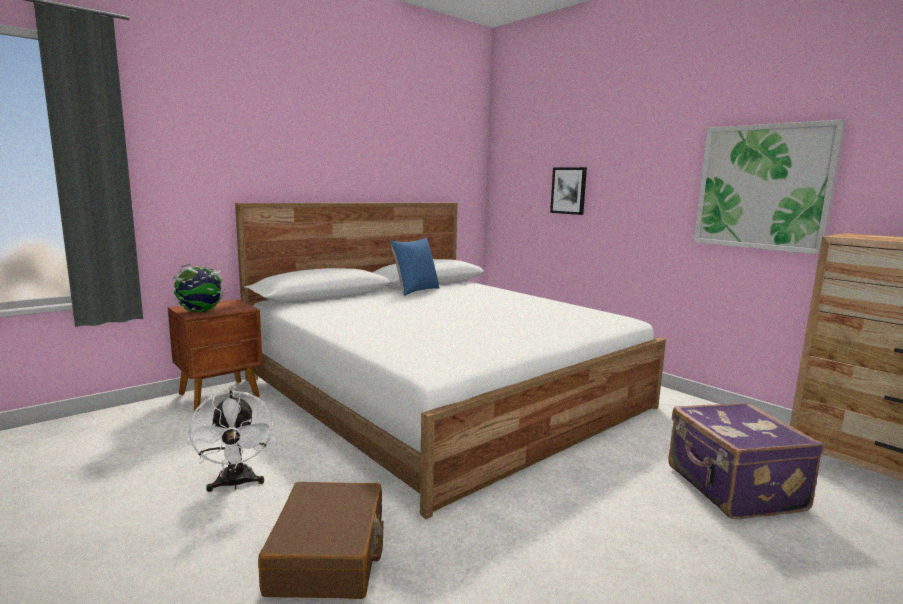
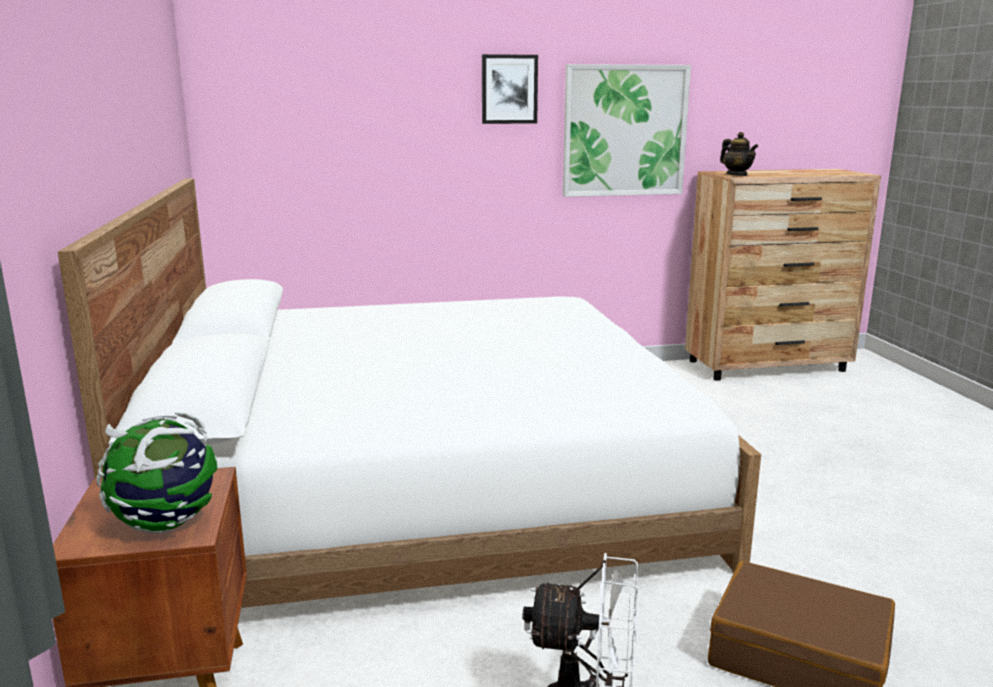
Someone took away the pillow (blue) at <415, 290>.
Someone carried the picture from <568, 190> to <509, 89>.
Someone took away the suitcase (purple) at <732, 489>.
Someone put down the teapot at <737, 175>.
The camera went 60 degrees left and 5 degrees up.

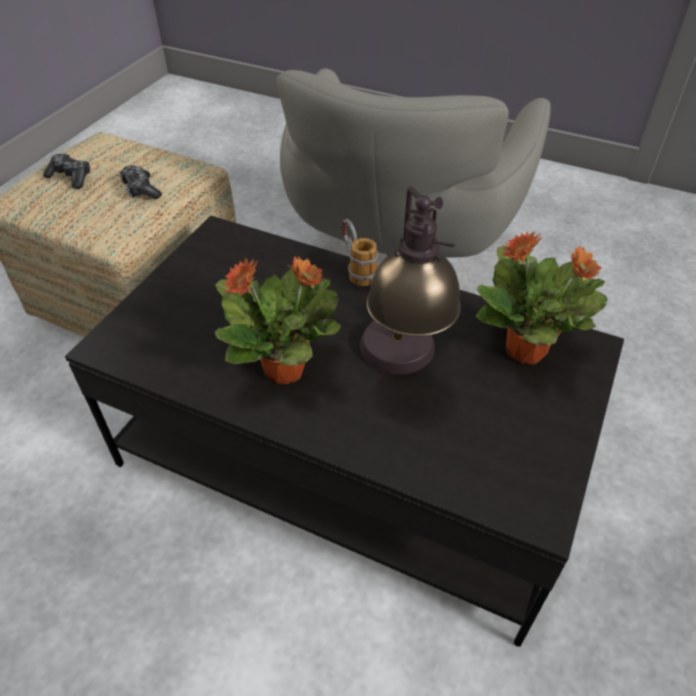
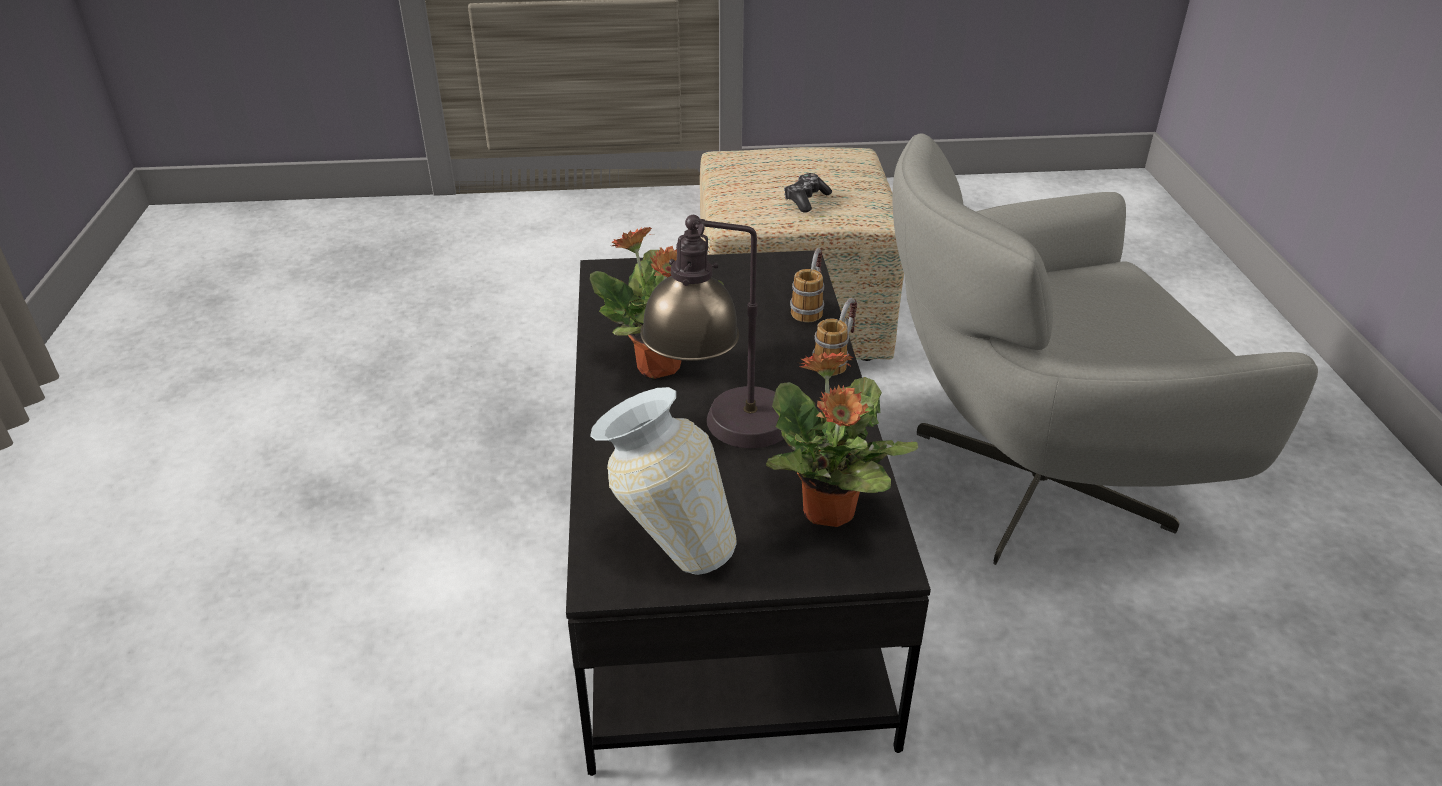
Someone took away the game controller at <71, 177>.
Someone put down the vase at <667, 547>.
Someone put down the mug at <810, 306>.
The camera went 60 degrees right and 10 degrees down.

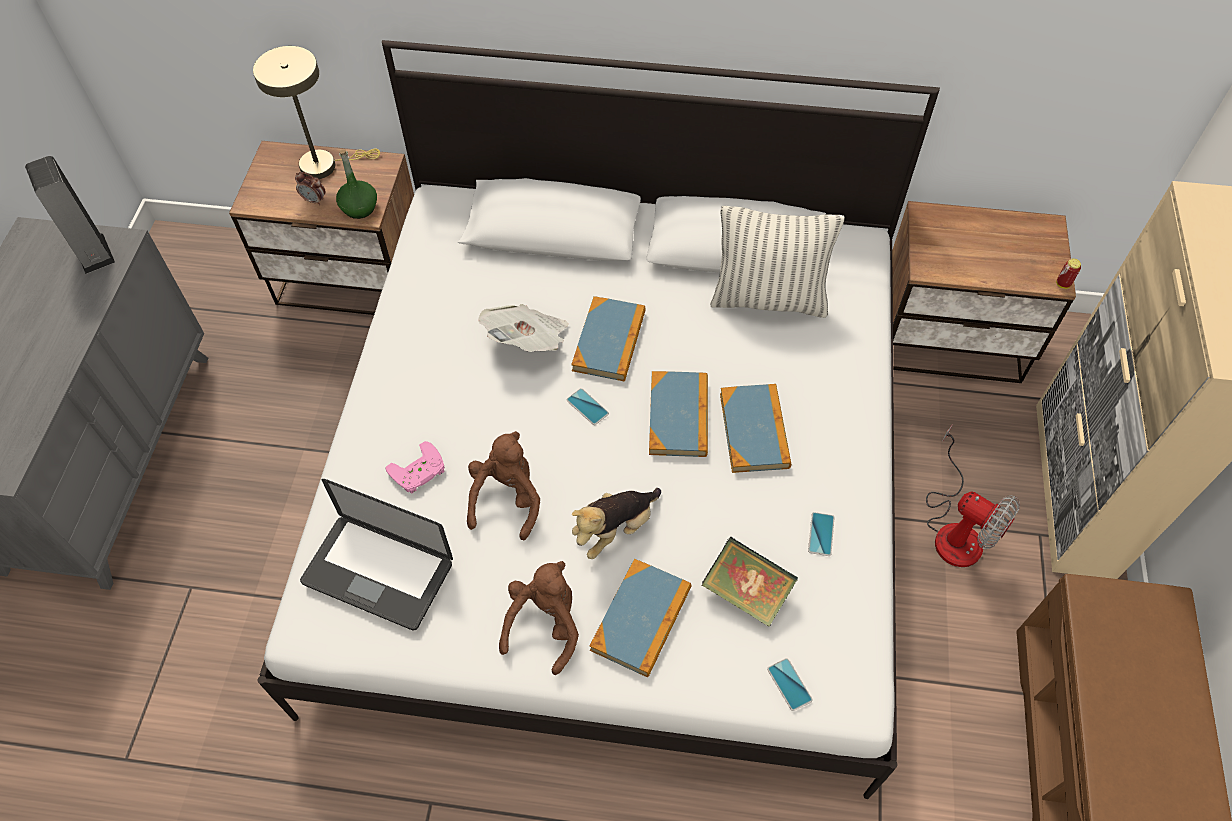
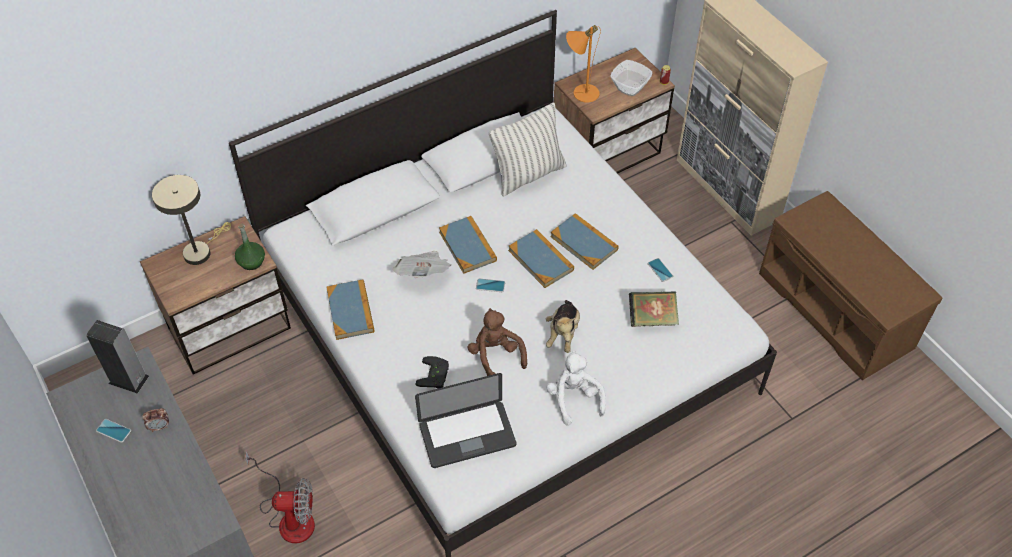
Someone carried the alarm clock from <314, 200> to <160, 427>.
Someone repainted the game controller (pink) at <419, 473>, which became the game controller (black) at <435, 375>.
Someone repainted the plush toy (brown) at <545, 624>, which became the plush toy (white) at <574, 398>.
Someone carried the book from <641, 619> to <350, 311>.
Someone carried the phone from <789, 684> to <113, 431>.
Someone carried the fan from <955, 529> to <289, 517>.
Someone put down the table lamp (orange) at <581, 91>.
Someone put down the bowl at <629, 88>.
The camera went 40 degrees left and 5 degrees down.

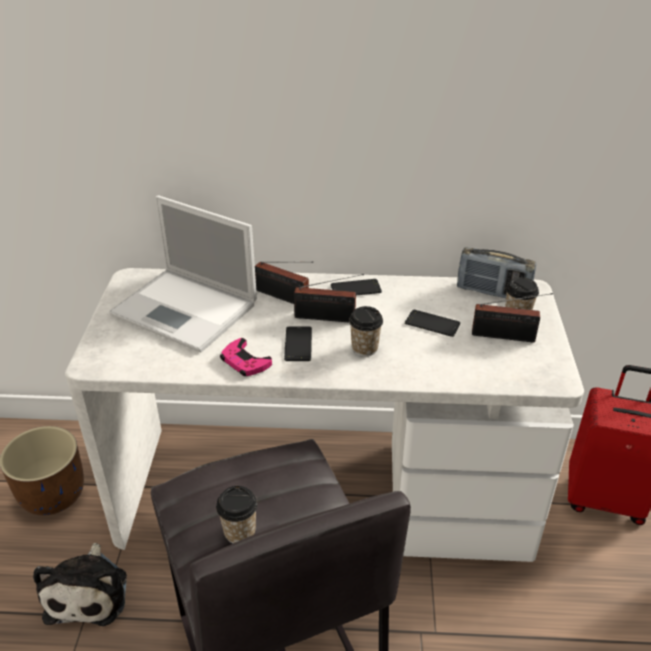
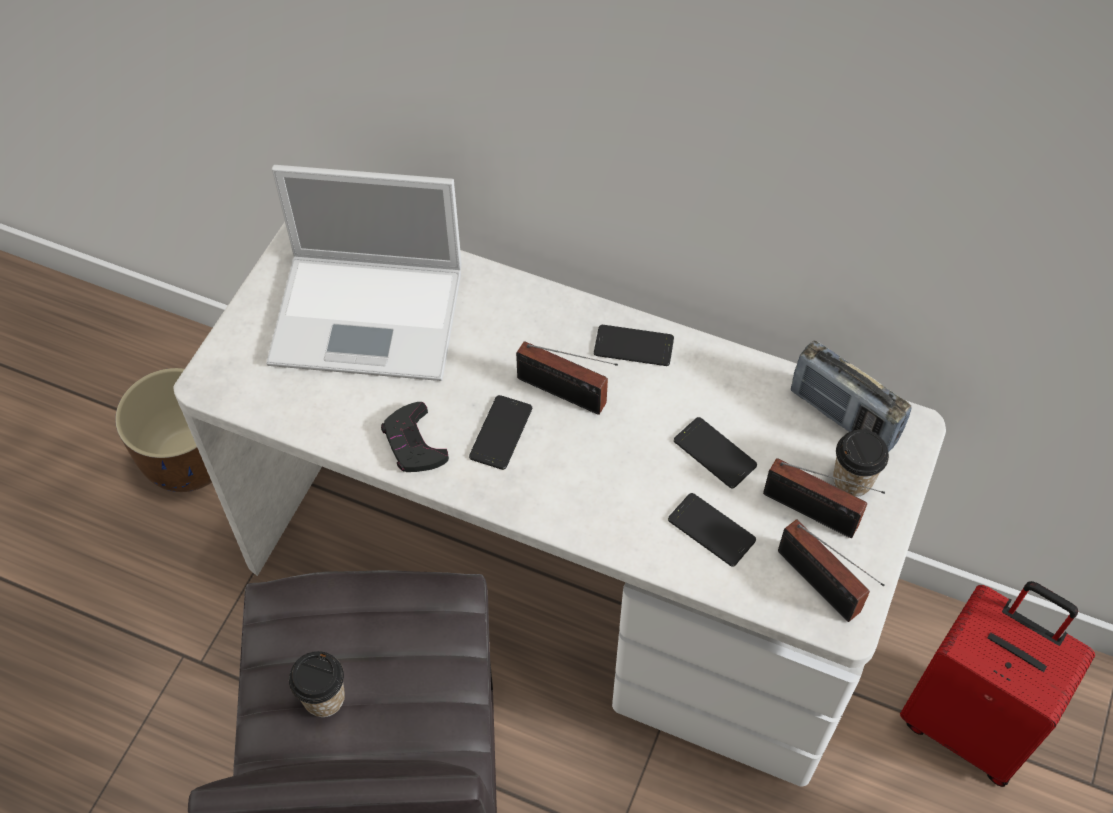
Someone took away the plush toy at <89, 592>.
Someone rotated the laptop at <187, 310> by 45 degrees counterclockwise.
Someone repainted the game controller (pink) at <245, 362>, which became the game controller (black) at <414, 443>.
Someone carried the radio from <284, 298> to <821, 586>.
Someone took away the cup at <364, 348>.
Someone put down the phone at <711, 530>.
The camera went 20 degrees right and 20 degrees up.

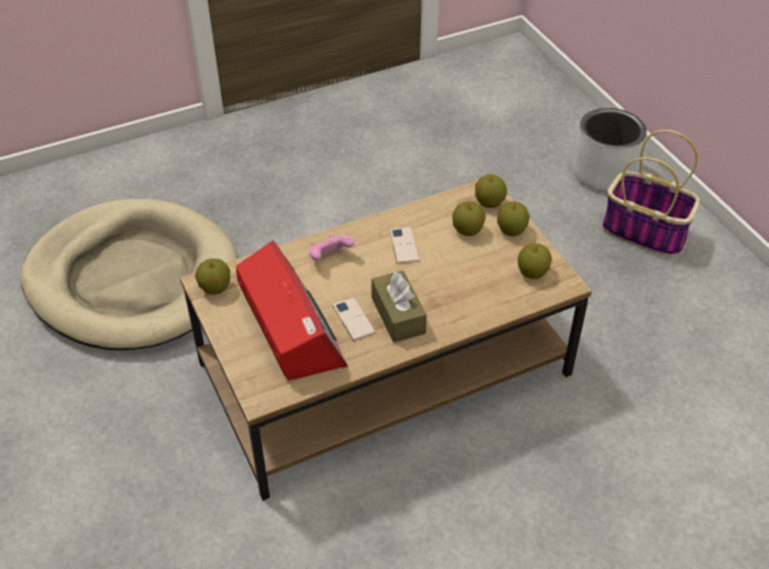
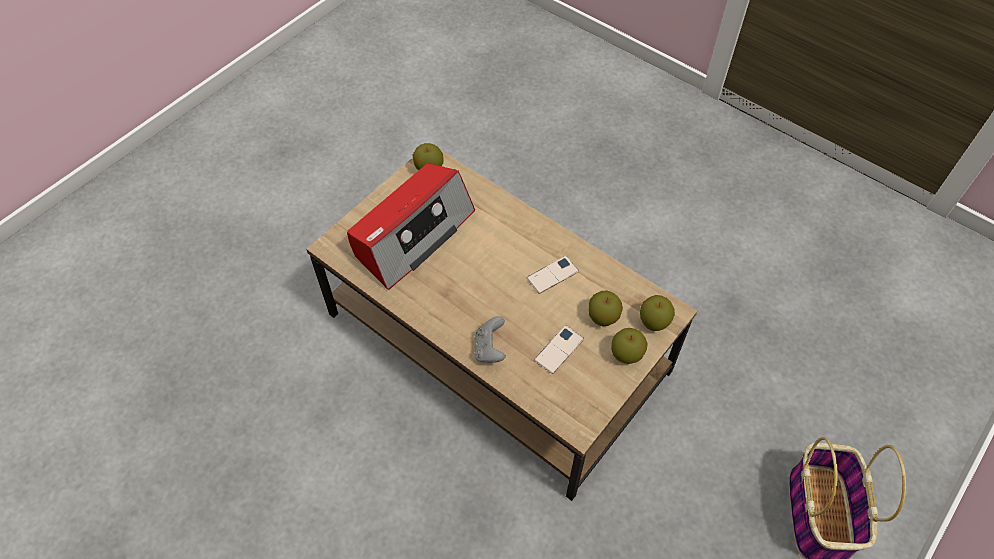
Someone took away the dog bed (beige) at <133, 279>.
Someone took away the game controller (pink) at <329, 258>.
Someone carried the phone from <353, 319> to <559, 349>.
Someone took away the tissue box (brown) at <398, 315>.
Someone took away the apple at <532, 272>.
Someone took away the planter (grey) at <603, 172>.
Someone put down the game controller (grey) at <489, 349>.
The camera went 65 degrees right and 10 degrees up.

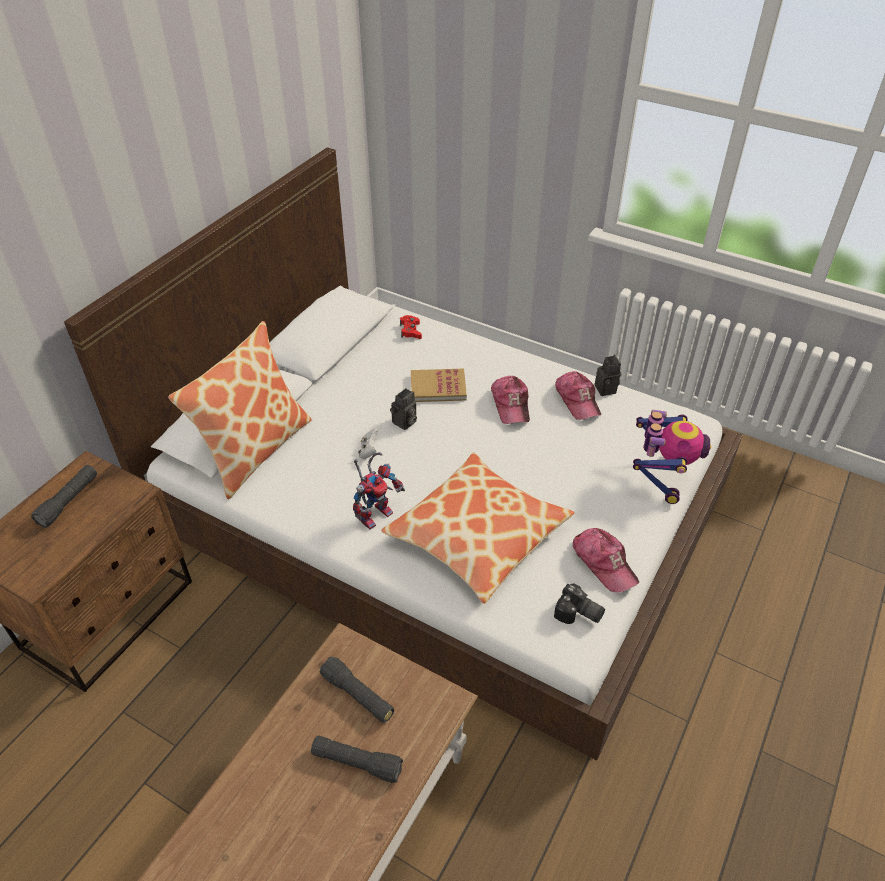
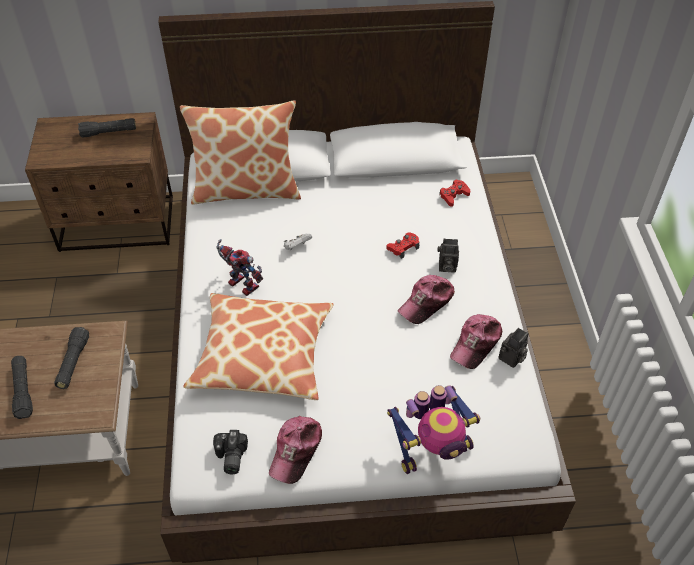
Someone rotated the toy robot at <376, 512> by 150 degrees counterclockwise.
Someone carried the photo camera from <404, 423> to <446, 267>.
Someone swapped the book at <438, 387> for the game controller (red) at <403, 247>.
The camera went 55 degrees right and 5 degrees up.

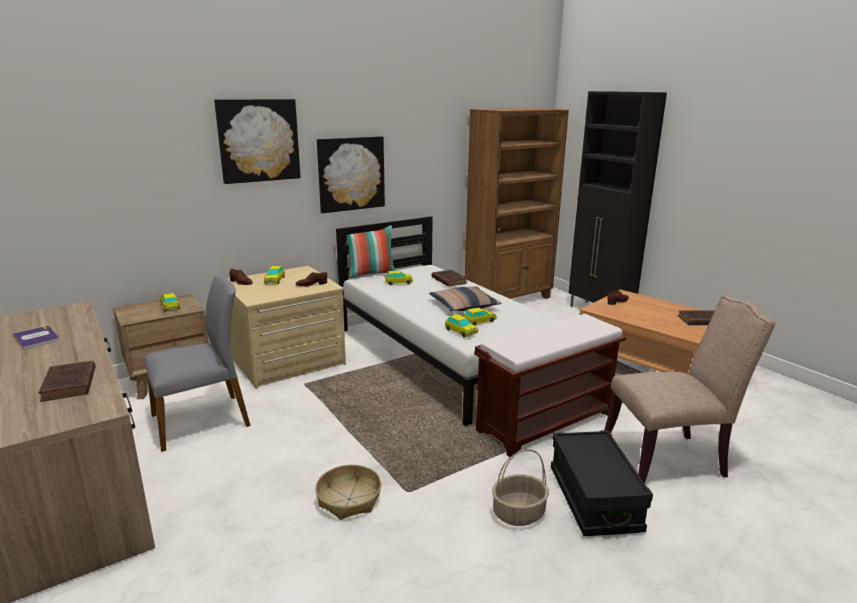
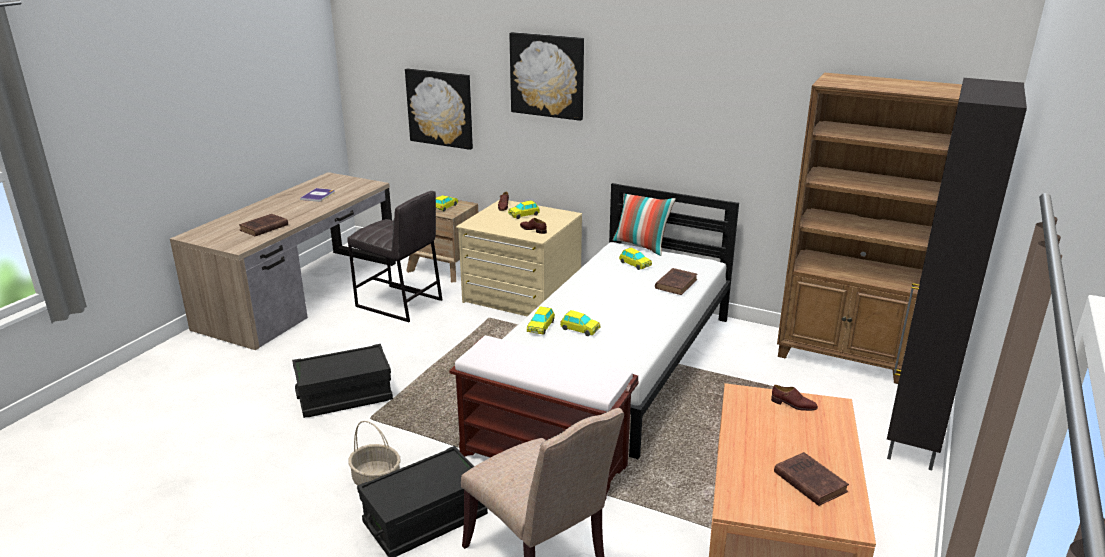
Someone swapped the chair (grey) at <202, 420> for the stool (grey) at <399, 303>.
Someone swapped the basket at <349, 499> for the storage box (black) at <345, 396>.
Someone carried the picture from <351, 174> to <440, 108>.
Someone took away the pillow at <464, 306>.
The camera went 60 degrees right and 5 degrees up.

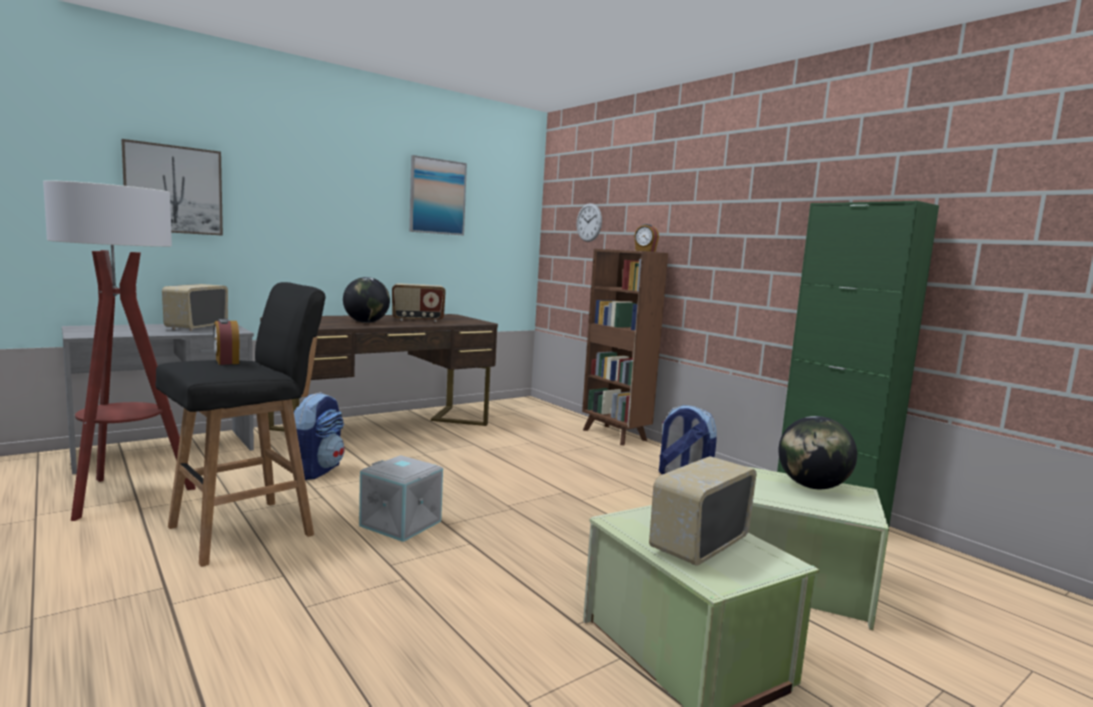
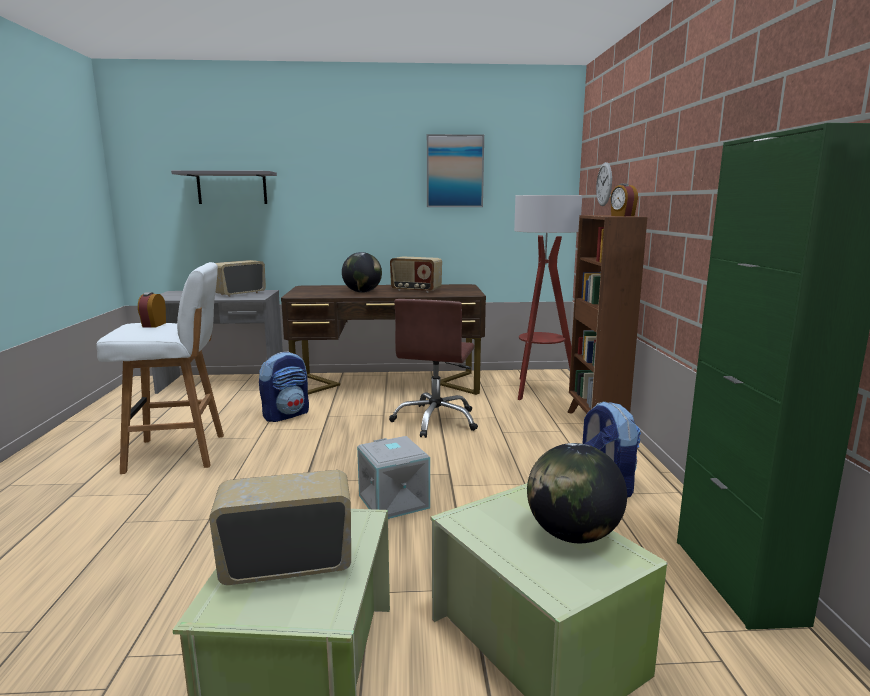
Someone carried the floor lamp from <124, 495> to <539, 390>.
Someone swapped the picture at <173, 189> for the shelf (grey) at <232, 188>.
Someone repainted the stool (black) at <245, 530>, which became the stool (white) at <179, 453>.
Someone carried the storage box (grey) from <402, 523> to <395, 501>.
Someone put down the office chair (brown) at <436, 420>.
The camera went 35 degrees right and 5 degrees up.

